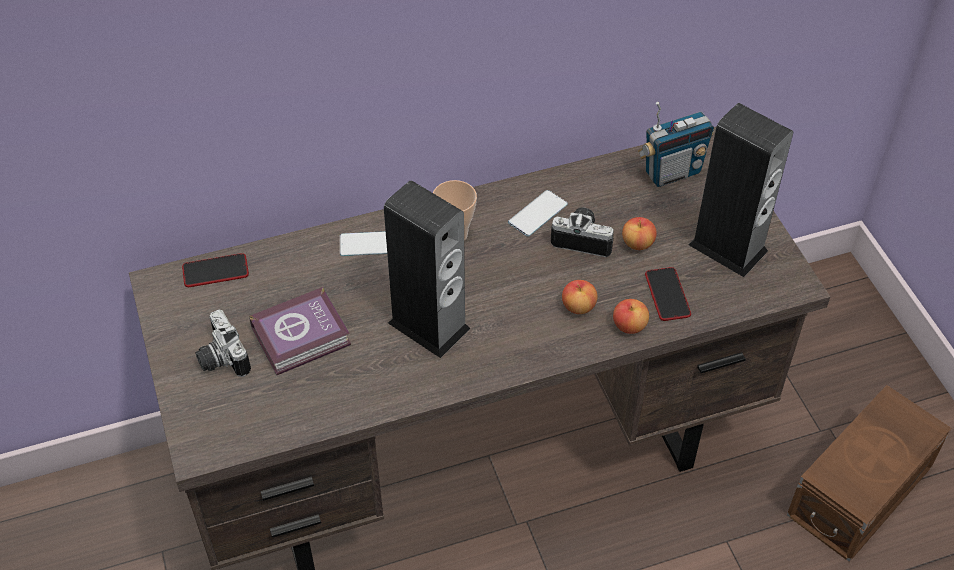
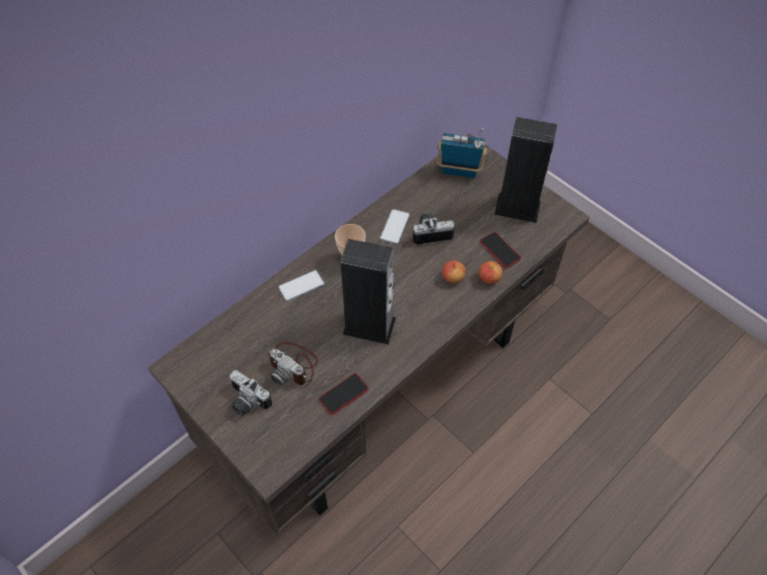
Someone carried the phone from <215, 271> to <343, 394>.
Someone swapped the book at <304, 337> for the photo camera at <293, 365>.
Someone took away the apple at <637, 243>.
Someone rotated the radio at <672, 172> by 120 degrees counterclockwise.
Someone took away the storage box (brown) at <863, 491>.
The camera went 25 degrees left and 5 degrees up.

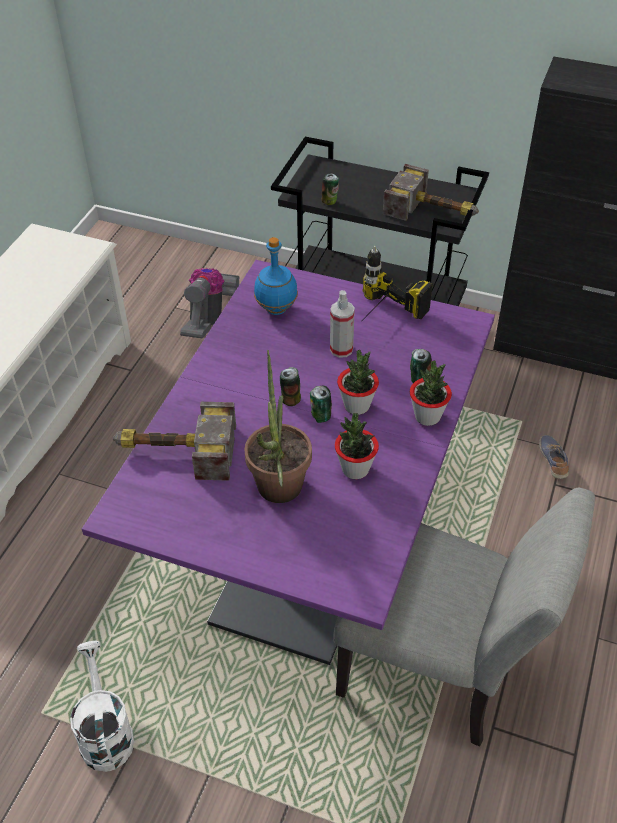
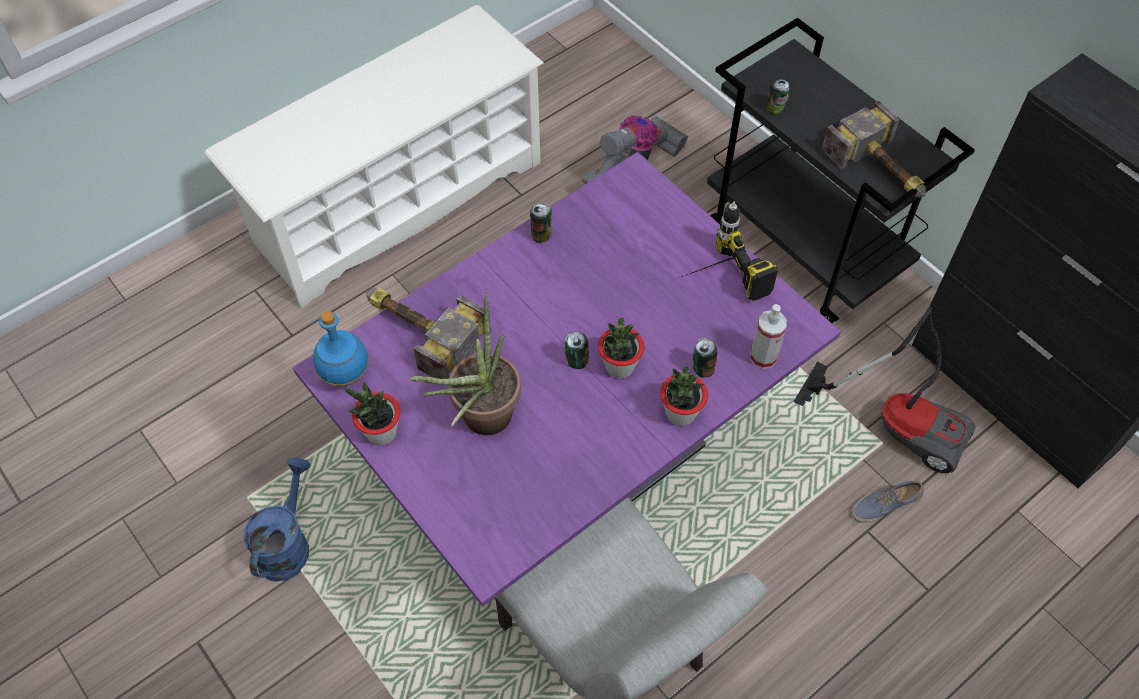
Someone repainted the watering can (white) at <105, 732>, which became the watering can (blue) at <287, 543>.
Someone carried the bottle (blue) from <277, 309> to <346, 376>.
Someone carried the can from <291, 399> to <541, 235>.
Someone carried the spray bottle from <341, 349> to <763, 357>.
Someone carried the potted plant from <355, 469> to <381, 433>.
Someone rotated the shoe at <553, 461> by 135 degrees counterclockwise.
Someone put down the vacuum cleaner at <898, 422>.
The camera went 30 degrees right and 10 degrees up.

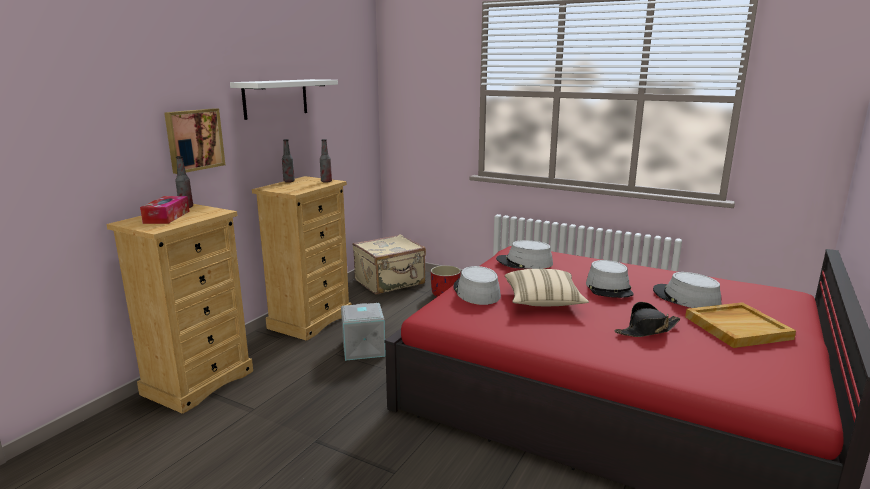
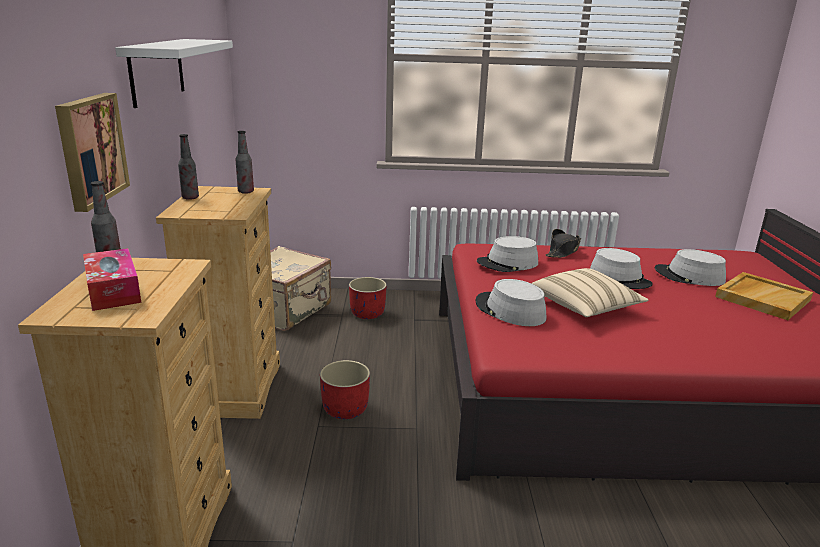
Someone swapped the storage box (grey) at <362, 348> for the planter (red) at <344, 409>.
Someone carried the hat (black) from <647, 330> to <563, 251>.
The camera went 30 degrees left and 5 degrees up.

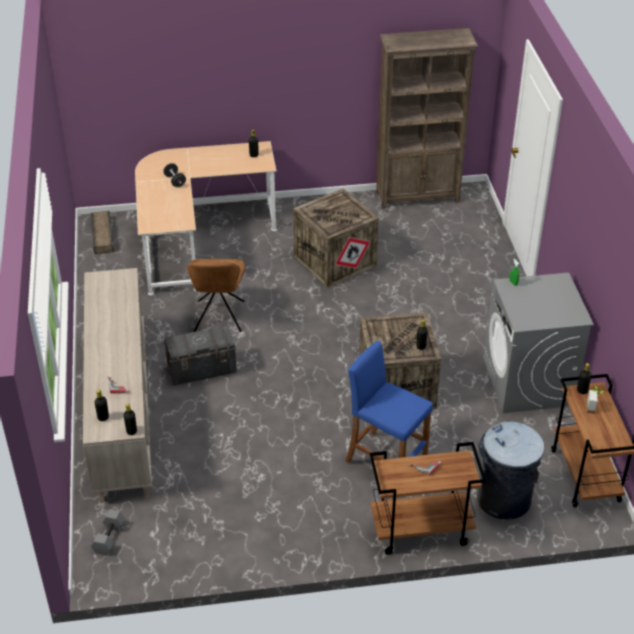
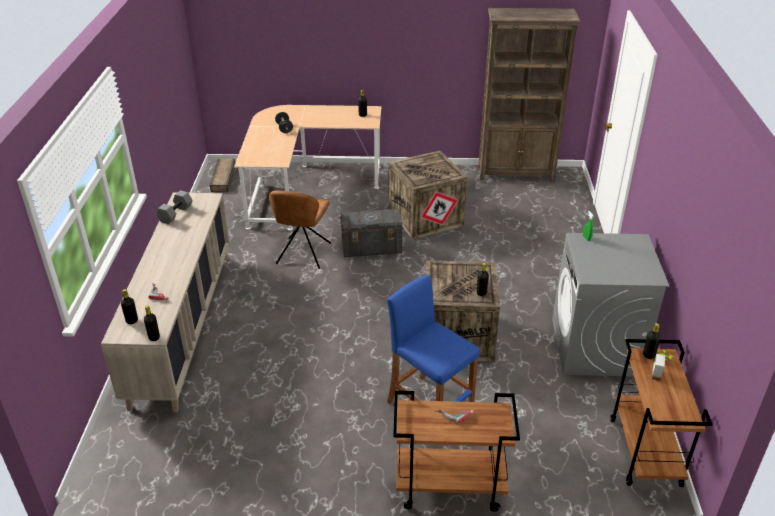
Someone carried the dumbbell (grey) from <108, 537> to <175, 213>.
Someone carried the storage box (grey) from <202, 370> to <372, 248>.
Someone took away the trash can (grey) at <503, 499>.
The camera went 10 degrees right and 5 degrees down.

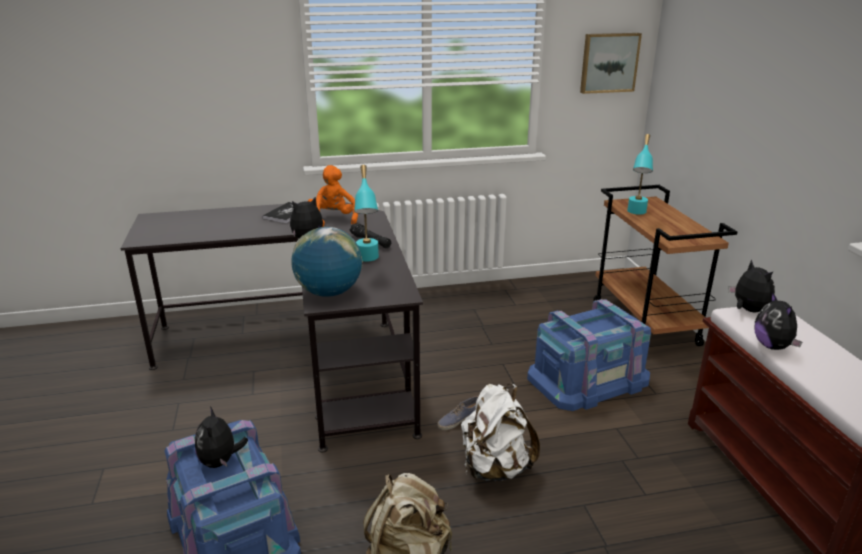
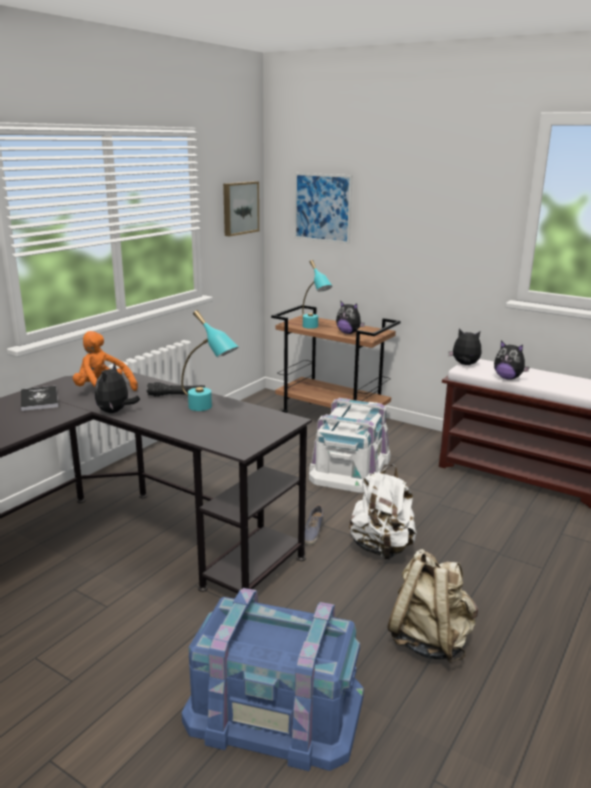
Someone carried the plush toy from <221, 461> to <348, 333>.
Someone took away the globe at <329, 293>.
Someone repainted the storage box (blue) at <588, 379>, which became the storage box (white) at <351, 467>.
Someone put up the picture at <322, 208>.
The camera went 45 degrees left and 5 degrees down.

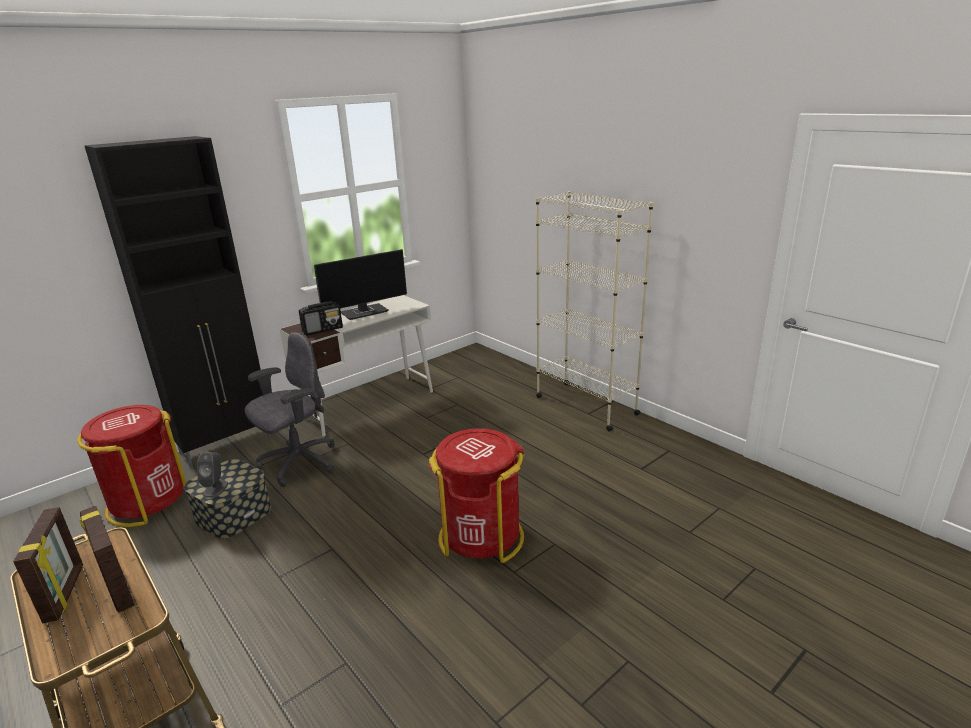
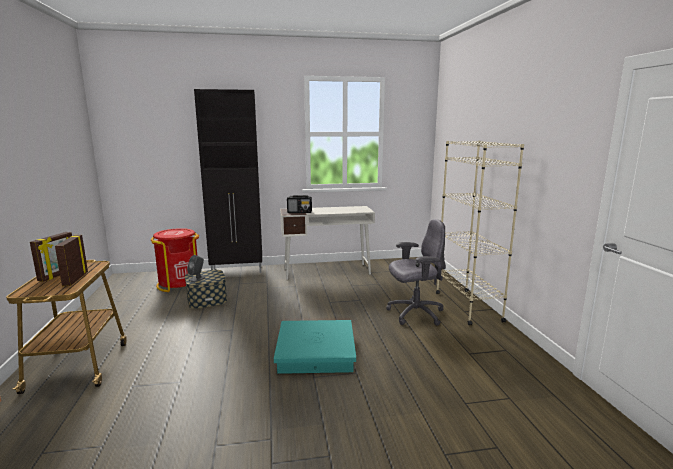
Someone carried the office chair (grey) from <298, 463> to <414, 314>.
Someone took away the monitor at <365, 312>.
Someone swapped the trash can (red) at <481, 537> for the storage box (turquoise) at <315, 352>.
The camera went 30 degrees right and 10 degrees down.

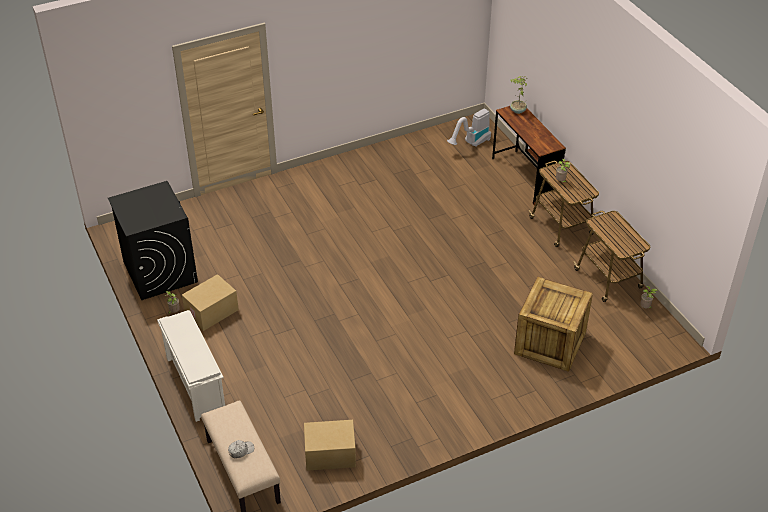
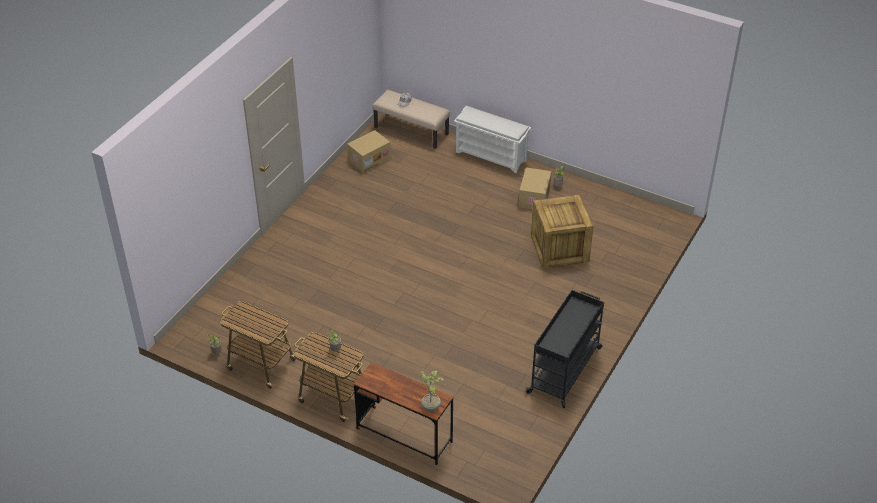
Someone took away the washing machine (black) at <159, 271>.
Someone took away the vacuum cleaner at <471, 143>.
Someone carried the crate from <549, 342> to <560, 249>.
Someone put down the cart (black) at <565, 369>.
The camera went 145 degrees right and 0 degrees up.

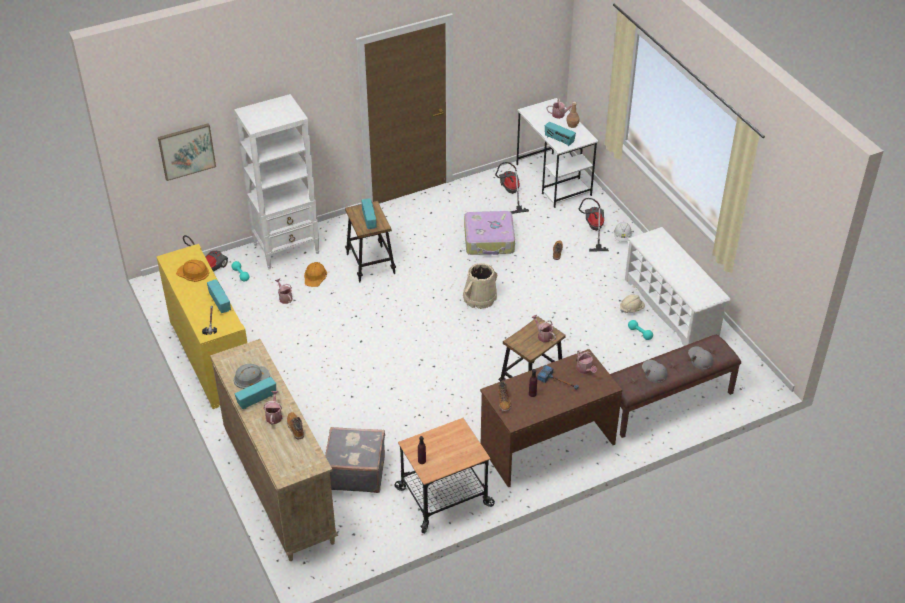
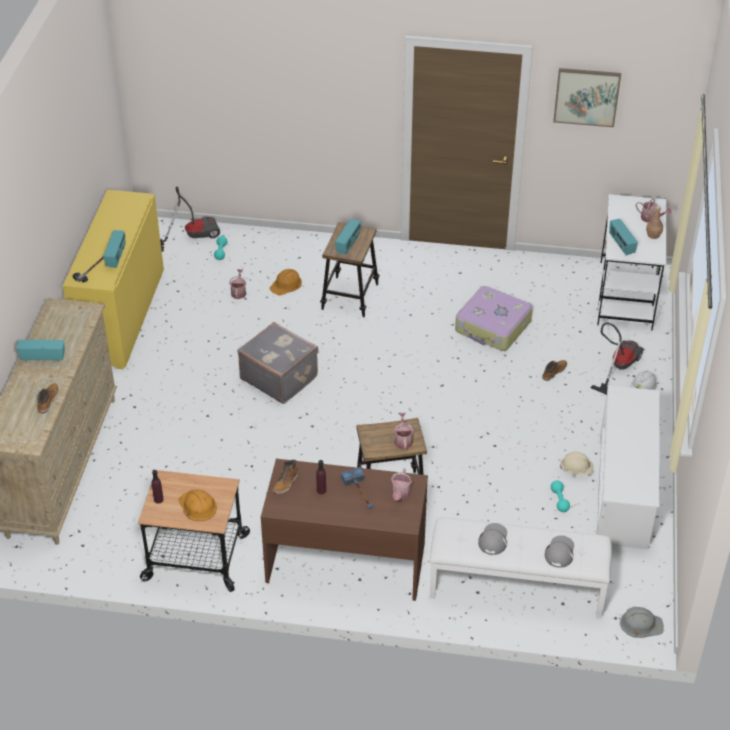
Someone carried the picture from <186, 151> to <586, 96>.
Someone carried the hard hat (orange) from <193, 272> to <197, 506>.
Someone took away the bookcase (white) at <287, 249>.
Someone carried the hard hat (grey) from <251, 377> to <641, 624>.
Someone took away the watering can at <274, 415>.
Someone carried the suitcase (grey) from <355, 472> to <279, 377>.
Someone took away the bucket (beige) at <479, 298>.
Someone took away the vacuum cleaner at <510, 193>.
Someone repainted the bench (brown) at <667, 403>, which became the bench (white) at <516, 588>.
The camera went 35 degrees right and 0 degrees up.

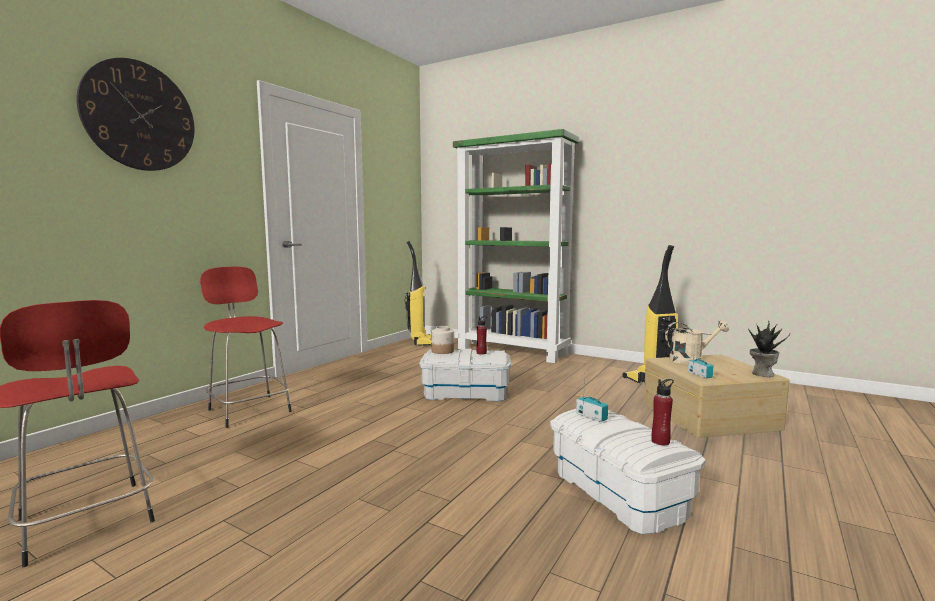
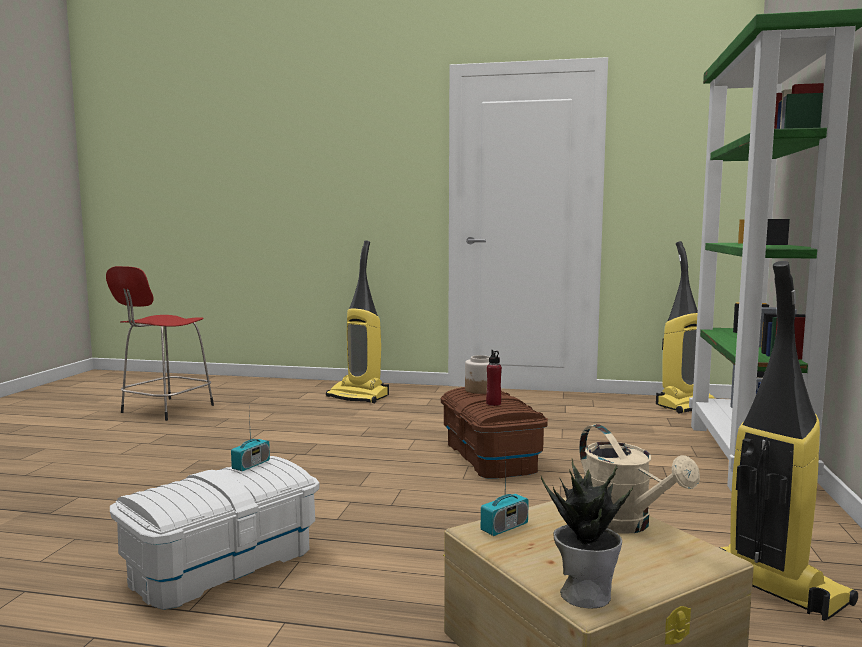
Someone took away the wall clock at <140, 116>.
Someone swapped the stool (red) at <248, 410> for the vacuum cleaner at <359, 397>.
Someone repainted the storage box (white) at <466, 393>, which became the storage box (brown) at <491, 457>.
Someone took away the bottle (red) at <660, 441>.
The camera went 70 degrees right and 0 degrees up.

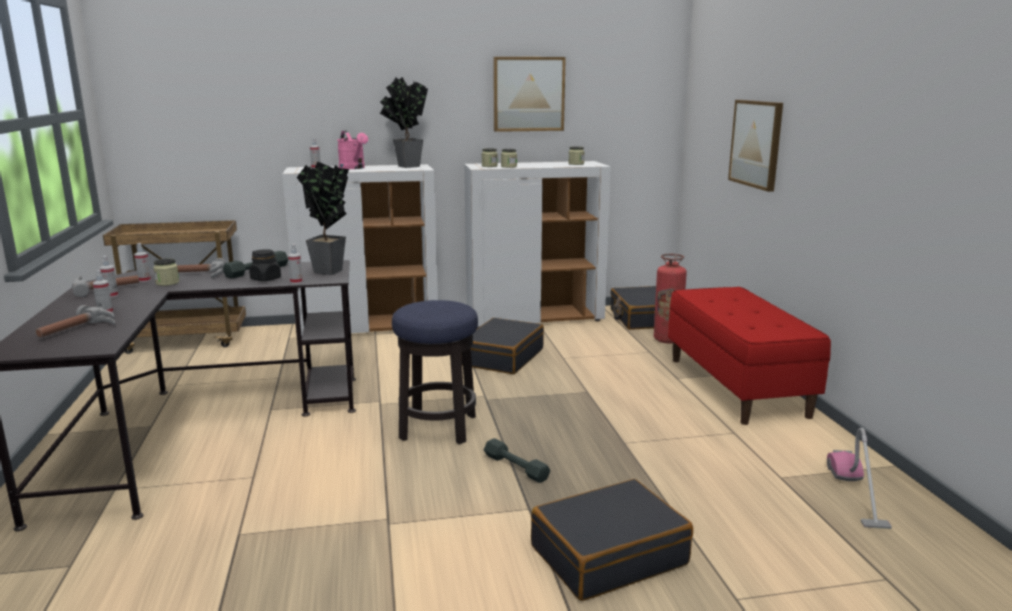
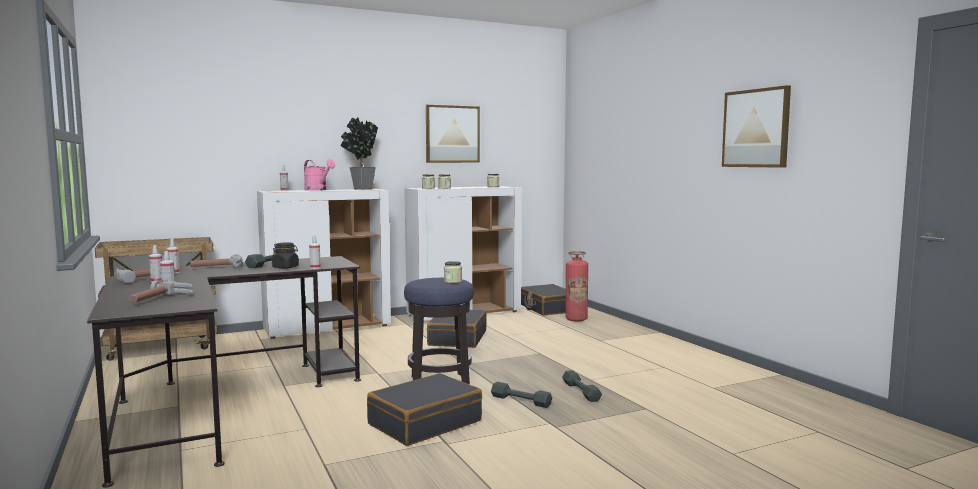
Someone carried the jar from <167, 283> to <453, 281>.
Someone took away the potted plant at <330, 272>.
Someone carried the suitcase (black) from <608, 555> to <424, 422>.
Someone took away the bench (red) at <737, 386>.
Someone carried the picture from <756, 143> to <756, 128>.
Someone took away the vacuum cleaner at <856, 494>.
Someone put down the dumbbell (grey) at <581, 391>.
The camera went 15 degrees left and 10 degrees down.

